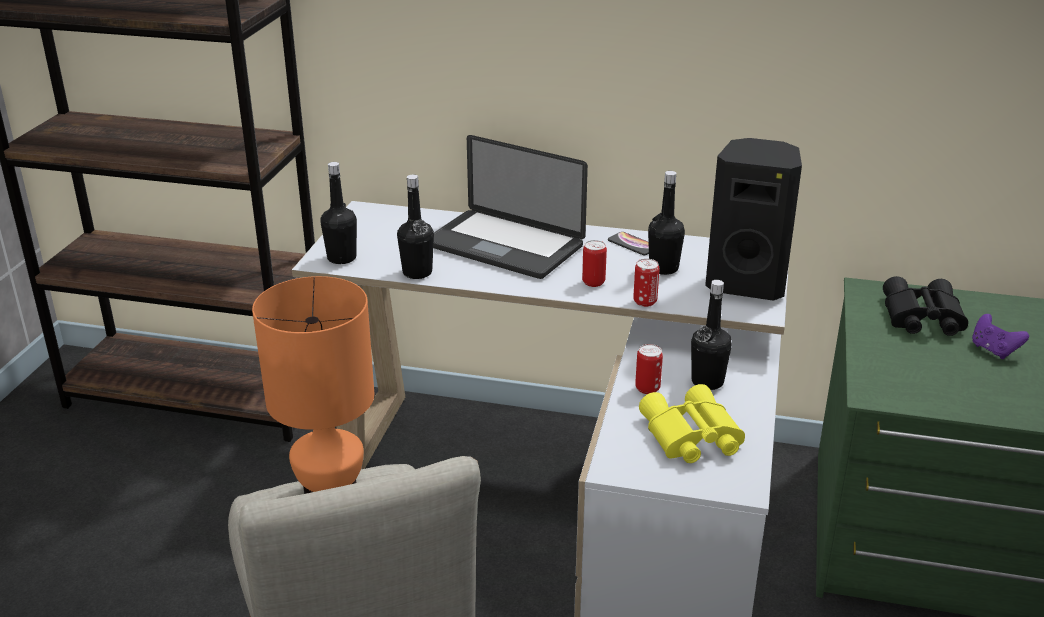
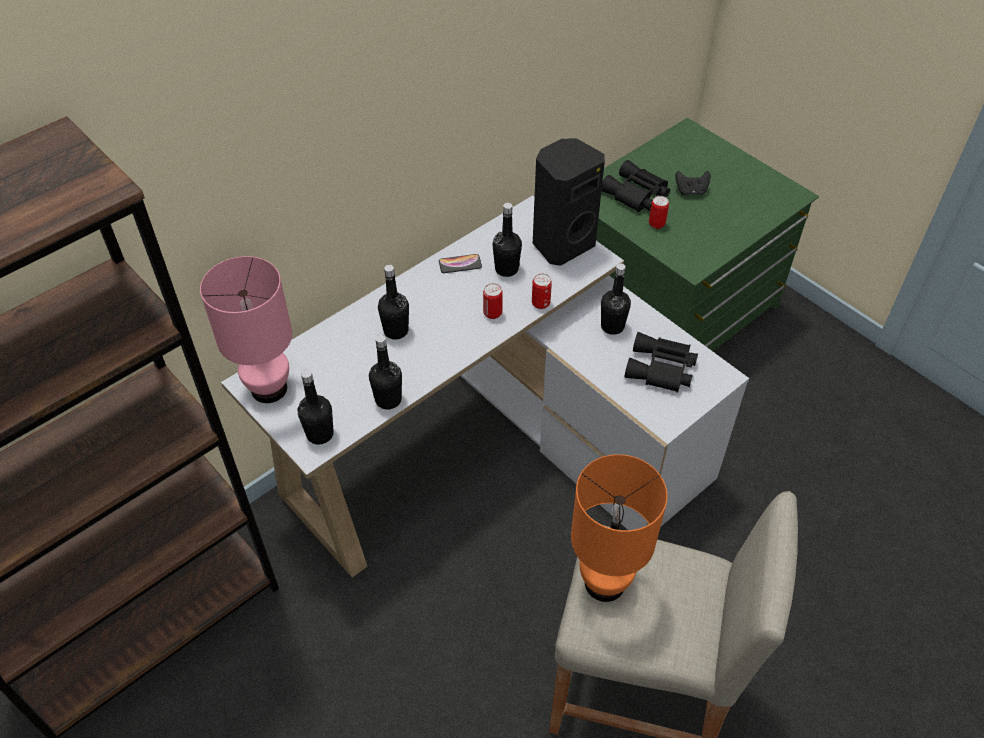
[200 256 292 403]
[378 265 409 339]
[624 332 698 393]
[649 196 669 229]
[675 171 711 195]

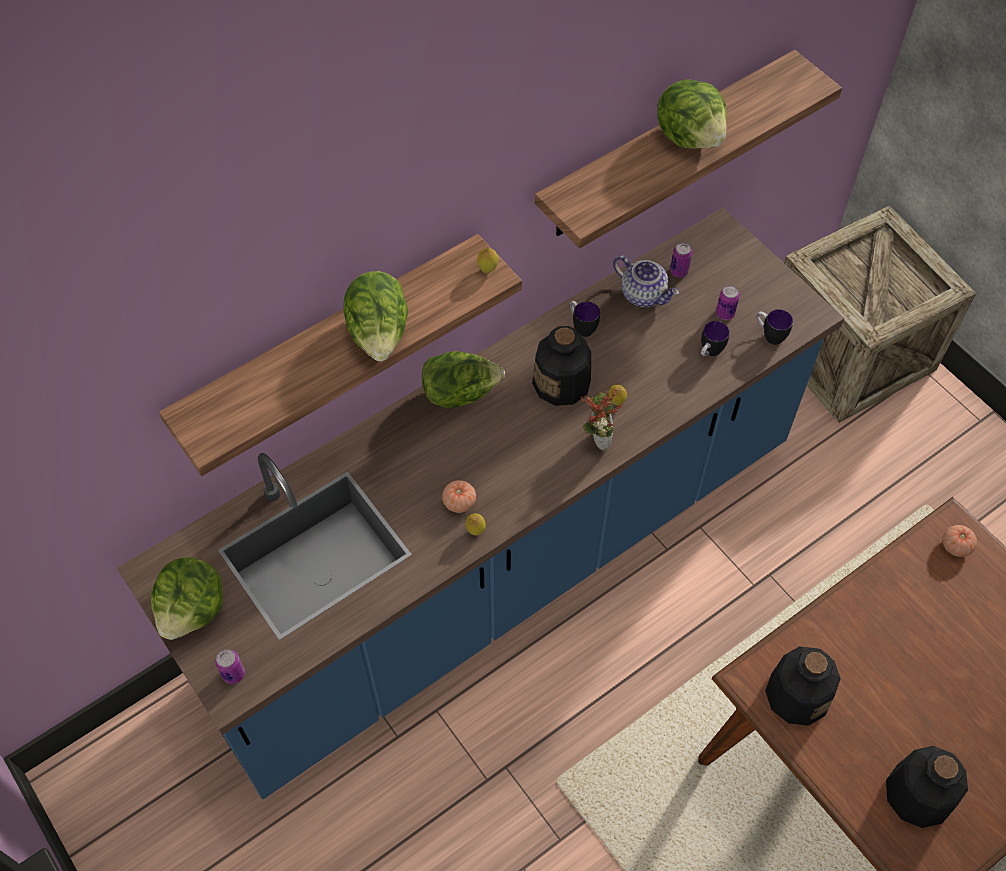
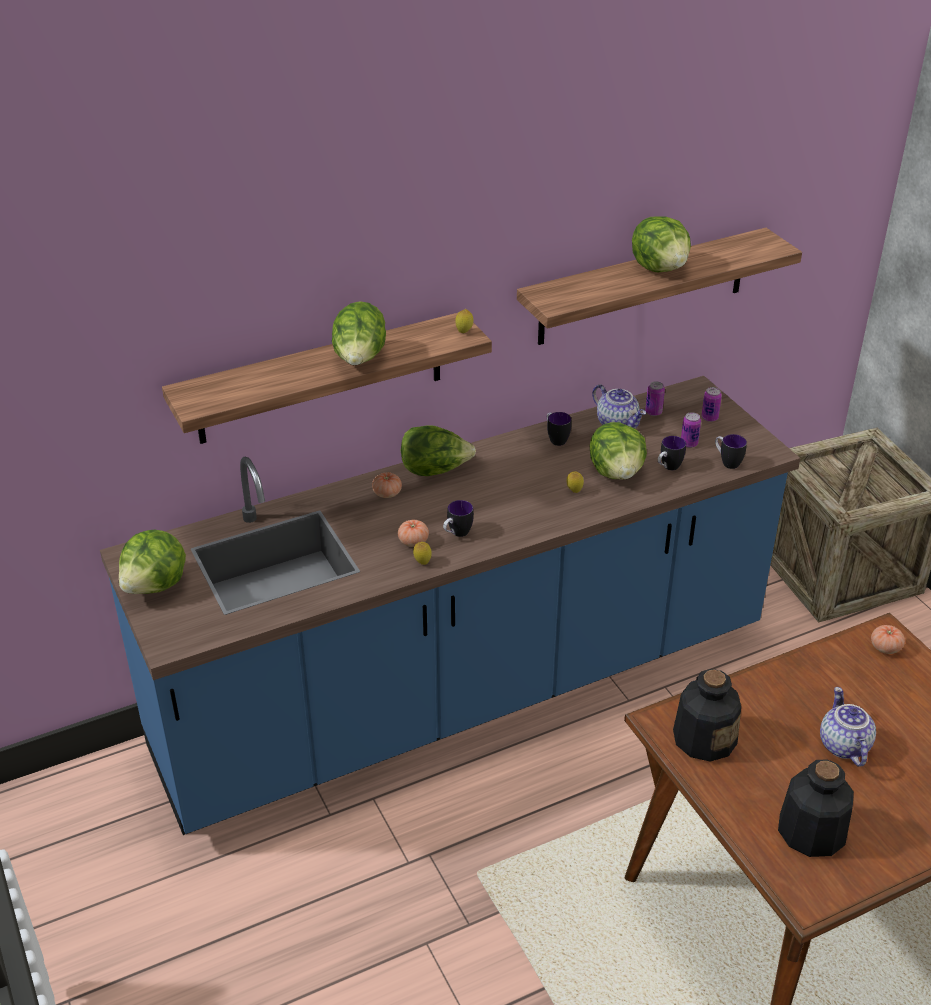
[372 472 402 498]
[443 500 474 537]
[590 422 647 480]
[701 387 722 422]
[820 687 876 767]
[532 326 591 406] (first image)
[581 389 623 451] (first image)

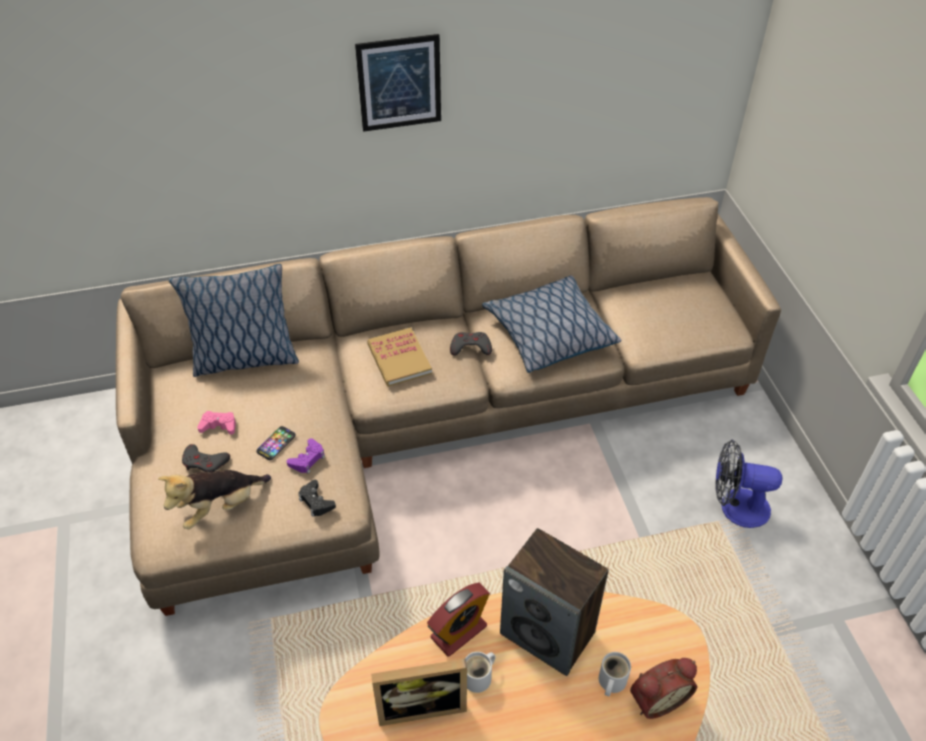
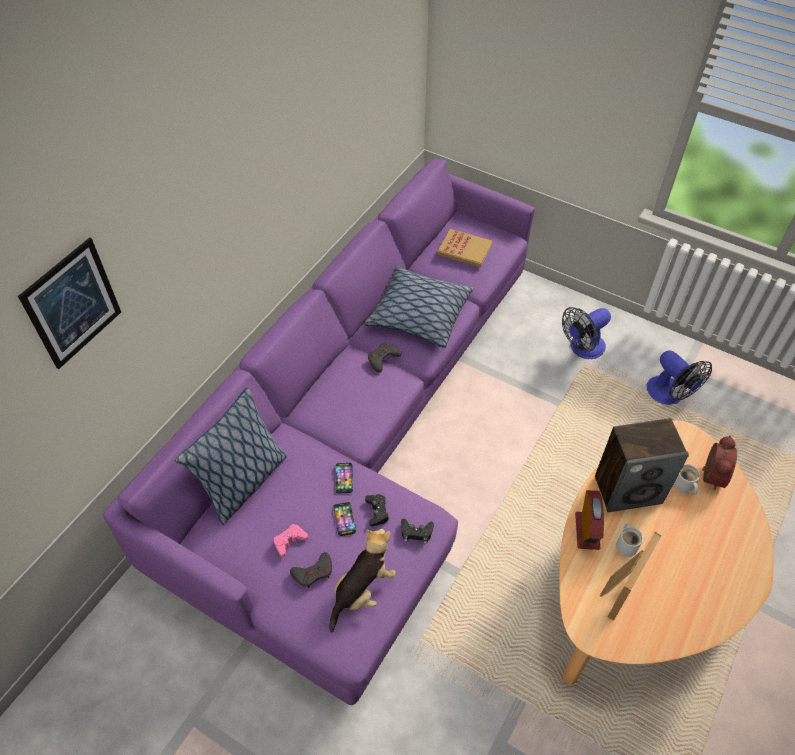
[18 237 121 369]
[103 160 535 705]
[329 529 396 633]
[335 463 353 493]
[365 494 389 527]
[437 229 493 267]
[646 350 712 405]

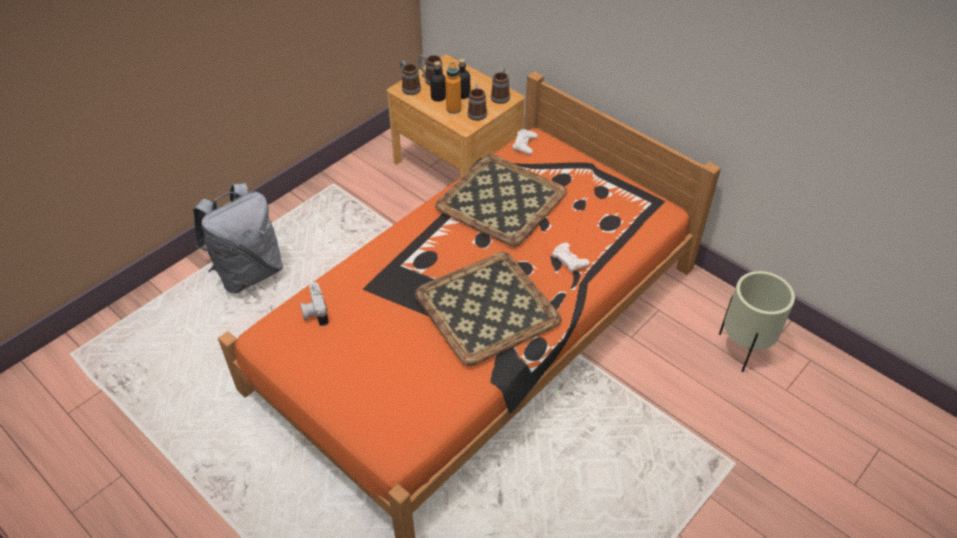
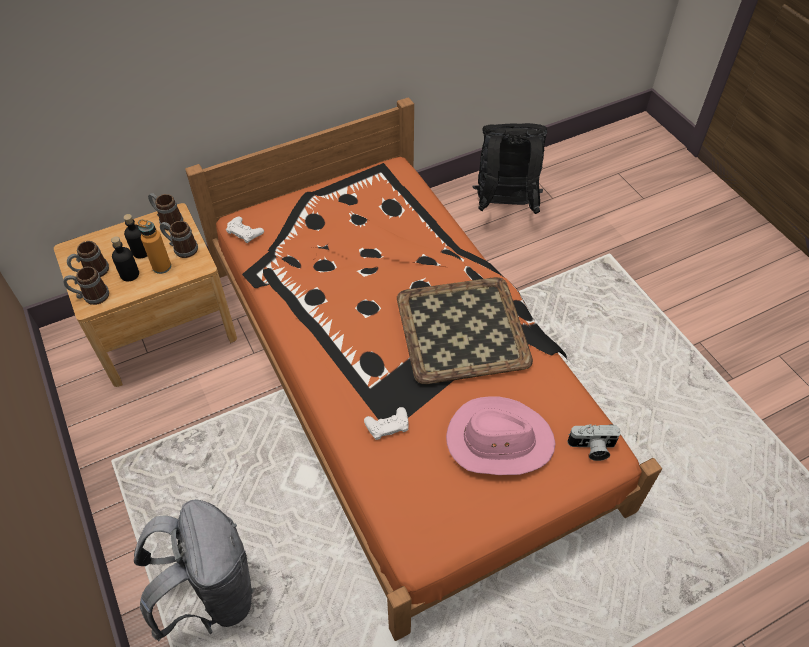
[364 407 409 440]
[446 396 556 475]
[472 123 547 214]
[567 424 621 461]
[435 154 567 247] (first image)

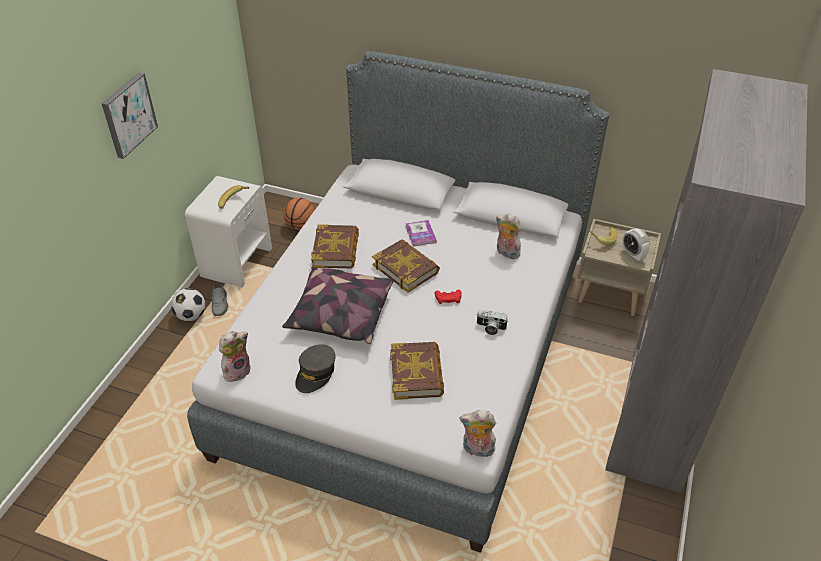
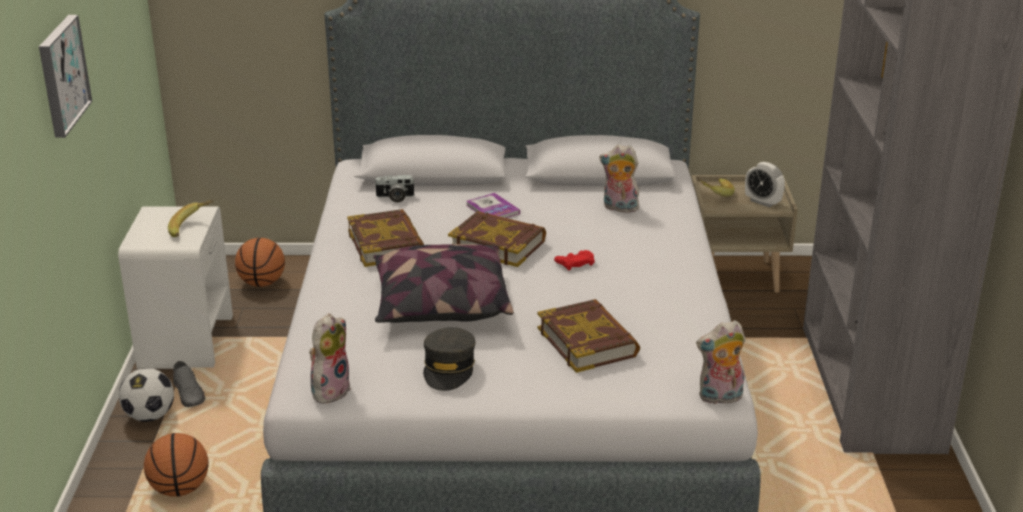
[144 433 209 497]
[374 175 414 203]

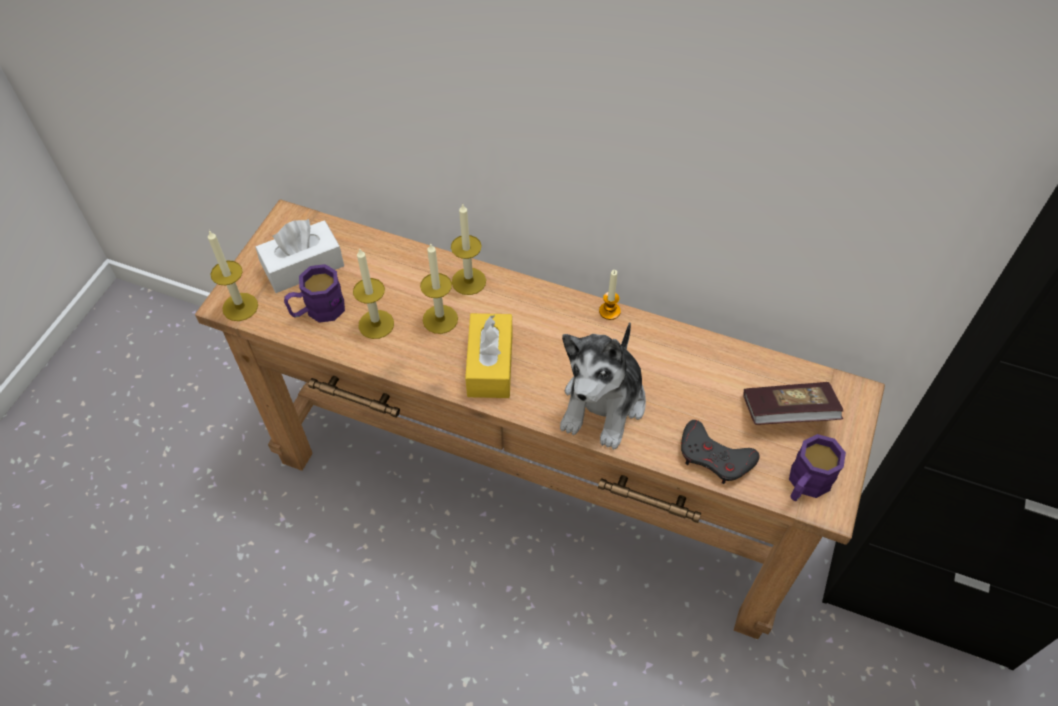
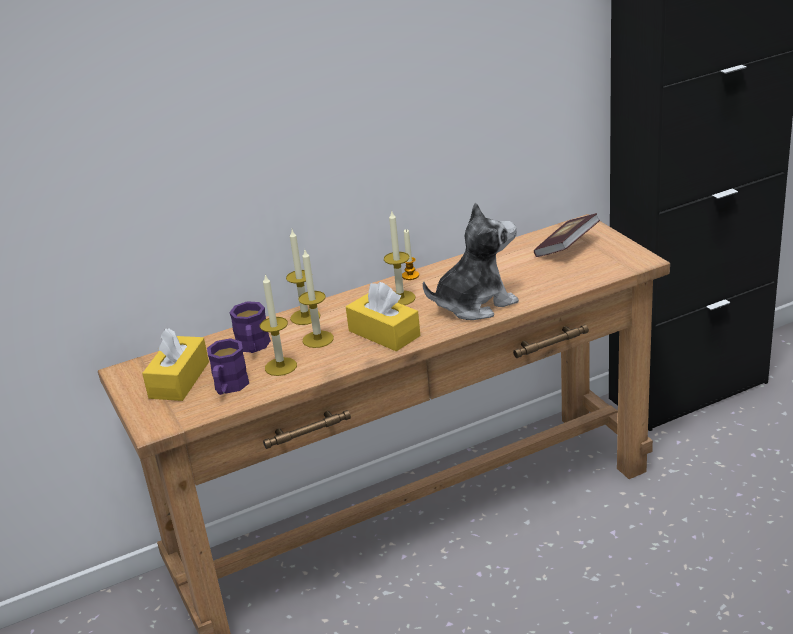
[142 328 209 401]
[229 301 271 353]
[384 210 415 305]
[423 202 519 320]
[681 420 760 484] (first image)

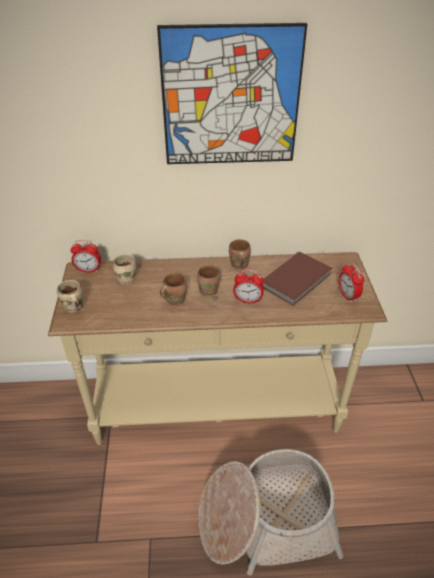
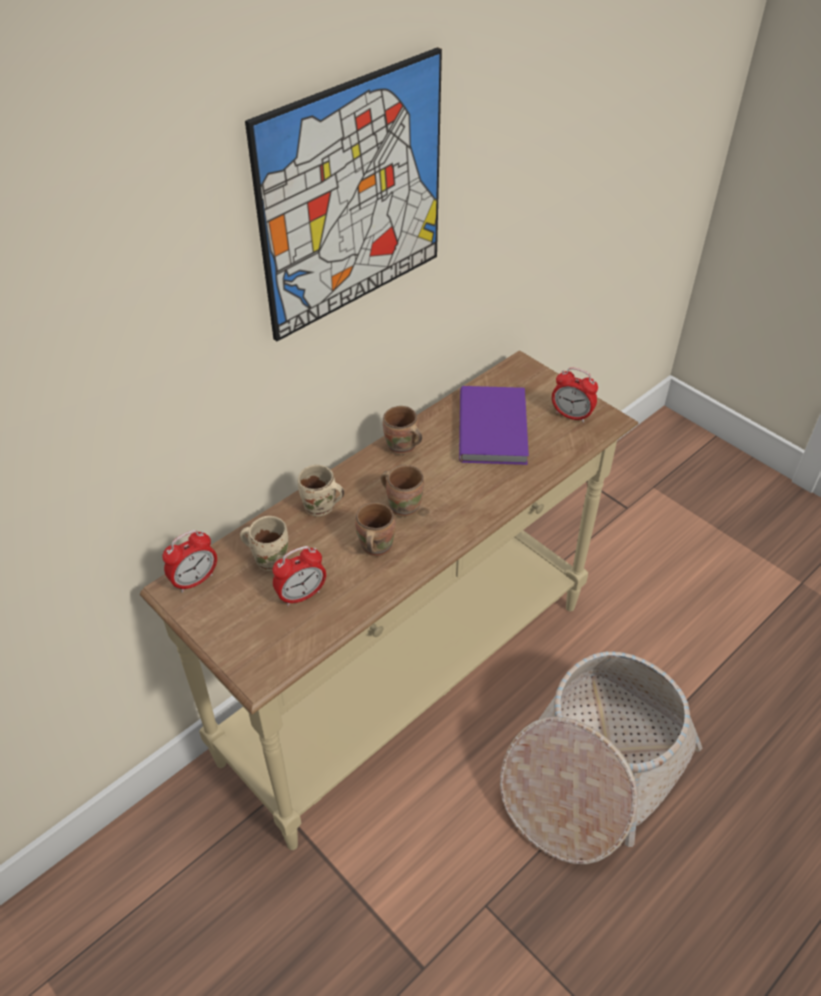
[273 546 326 606]
[298 464 344 517]
[459 386 529 465]

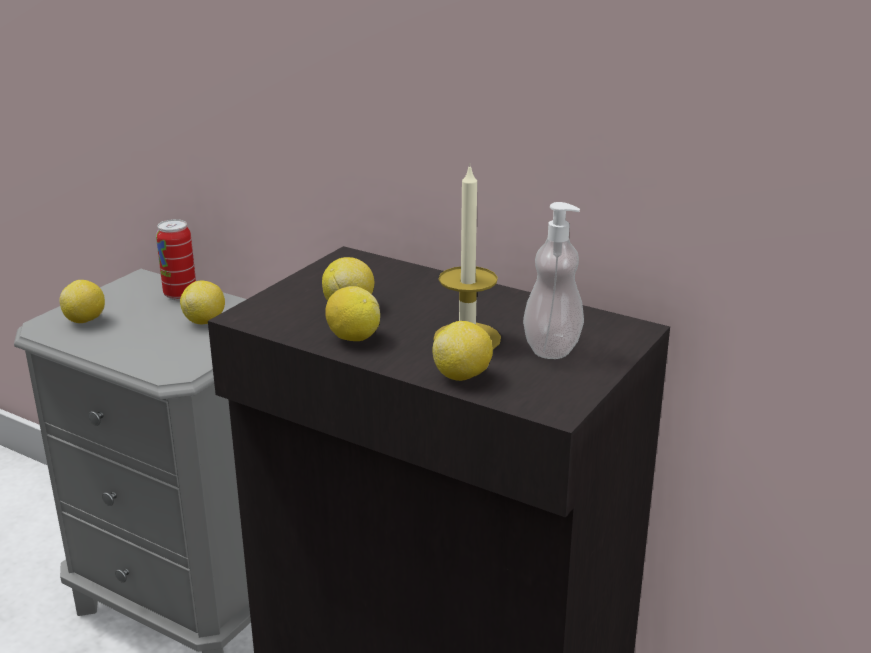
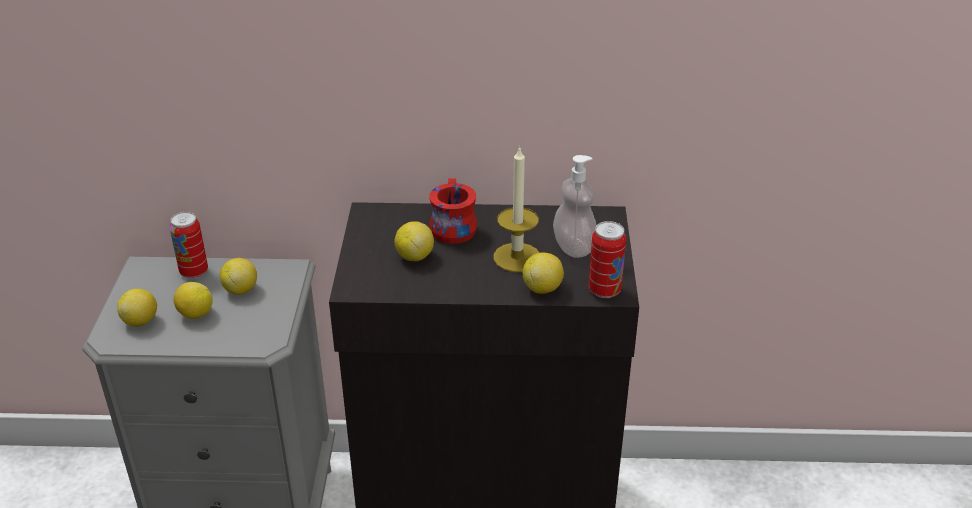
[173 282 213 319]
[429 178 477 244]
[589 221 626 298]

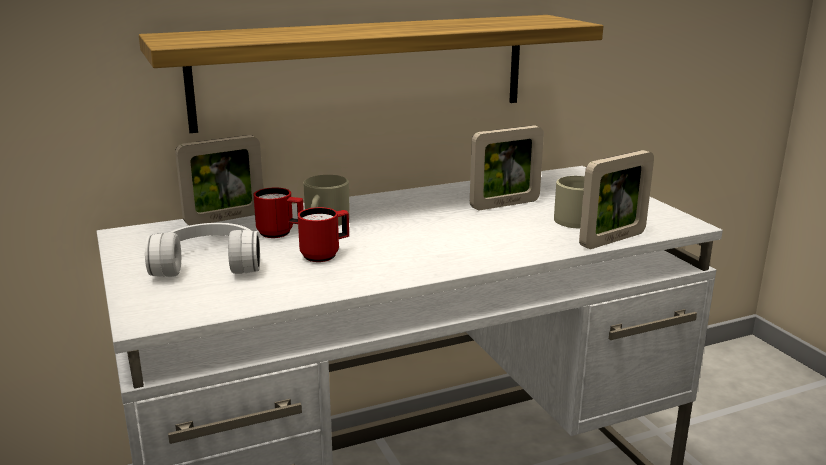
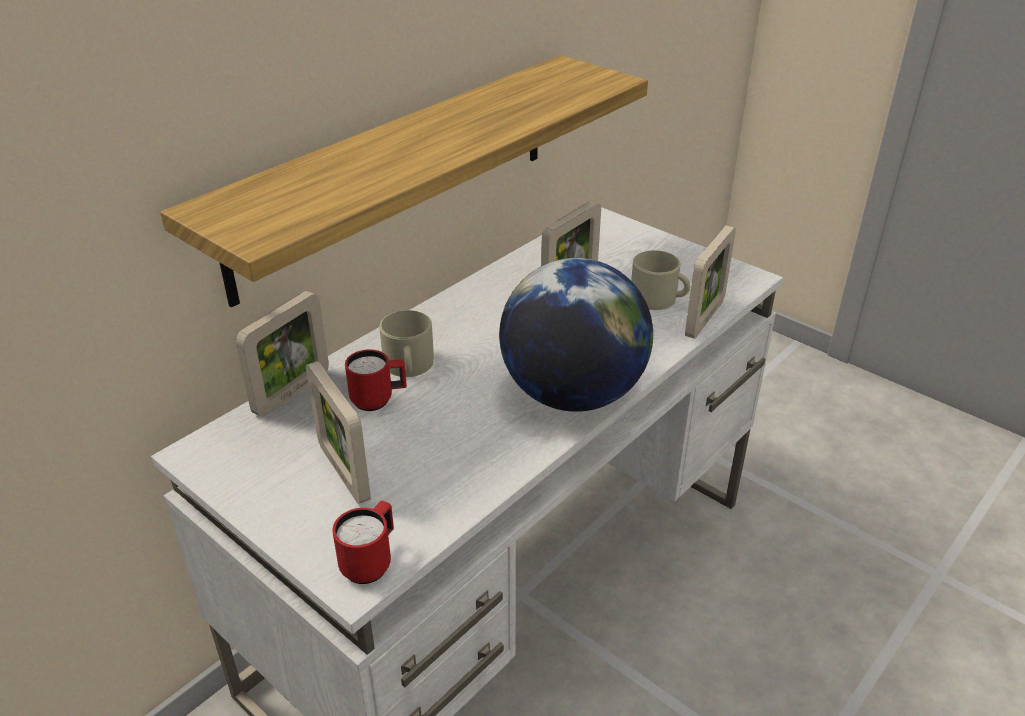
[306 361 371 504]
[333 501 394 584]
[499 258 653 412]

